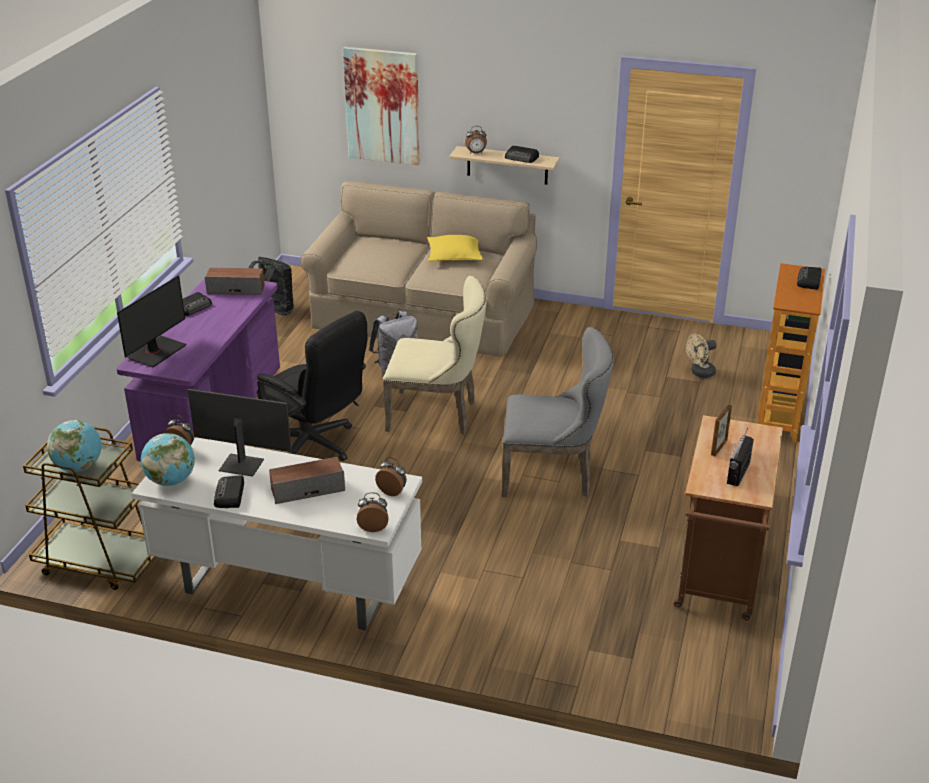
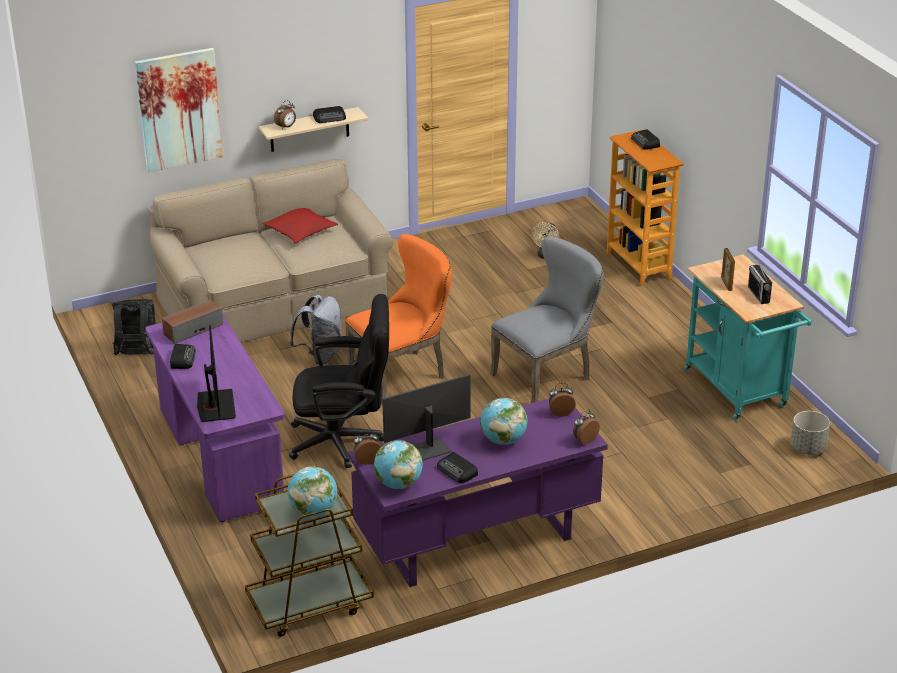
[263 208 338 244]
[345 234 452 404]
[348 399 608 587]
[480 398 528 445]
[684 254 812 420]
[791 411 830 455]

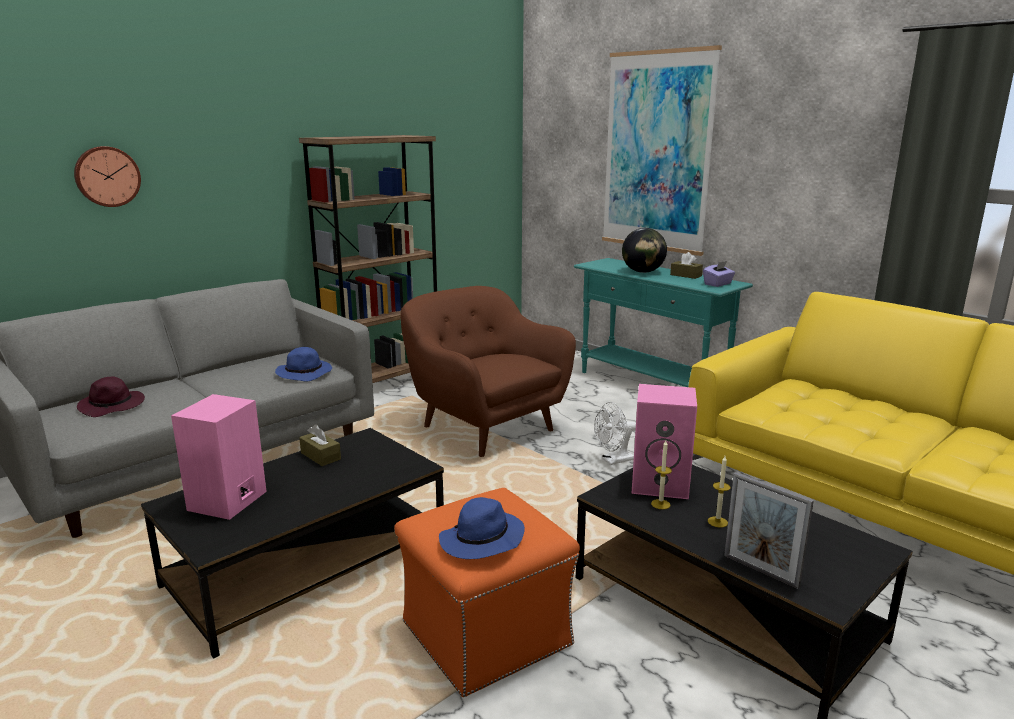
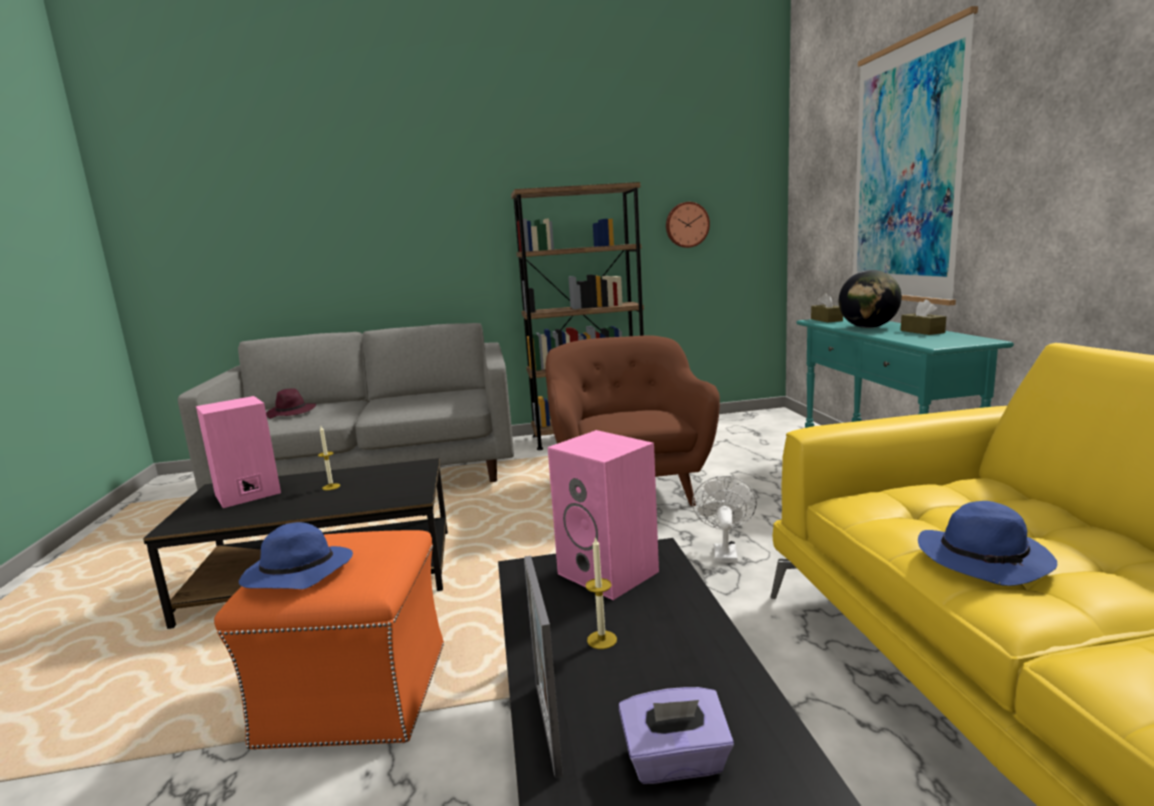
[318 426 340 490]
[618 687 734 784]
[666 202 710 248]
[692 476 757 563]
[811 293 843 323]
[918 501 1057 586]

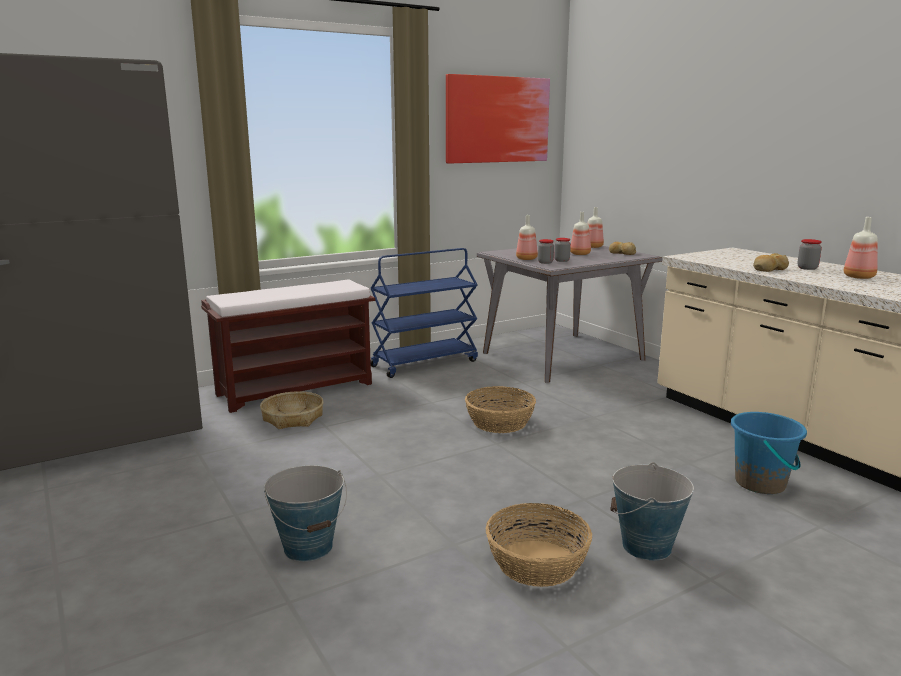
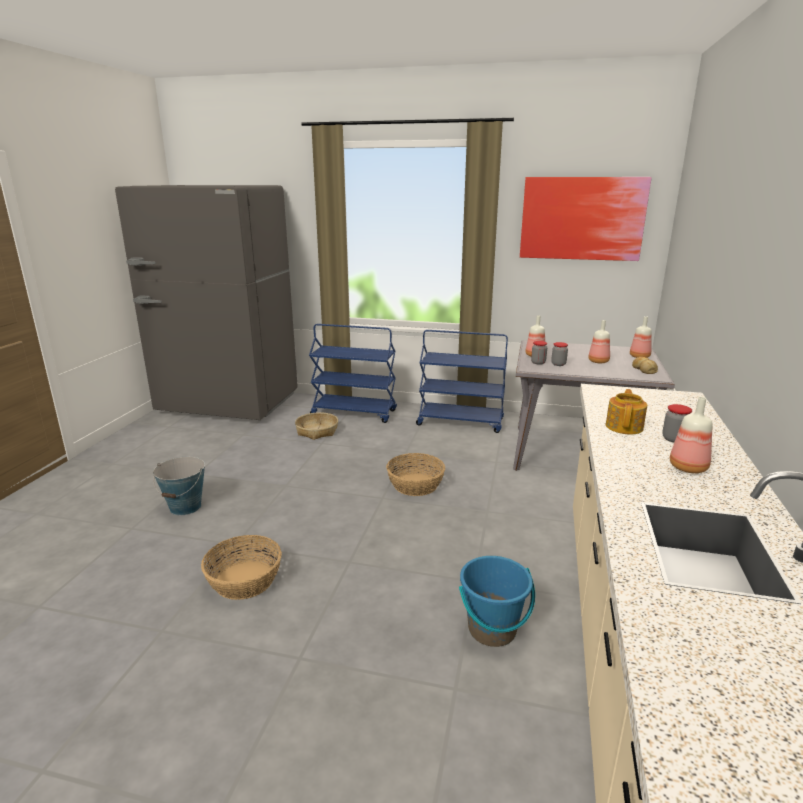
[309 324 397 423]
[606 389 647 434]
[610 462 694 561] (first image)

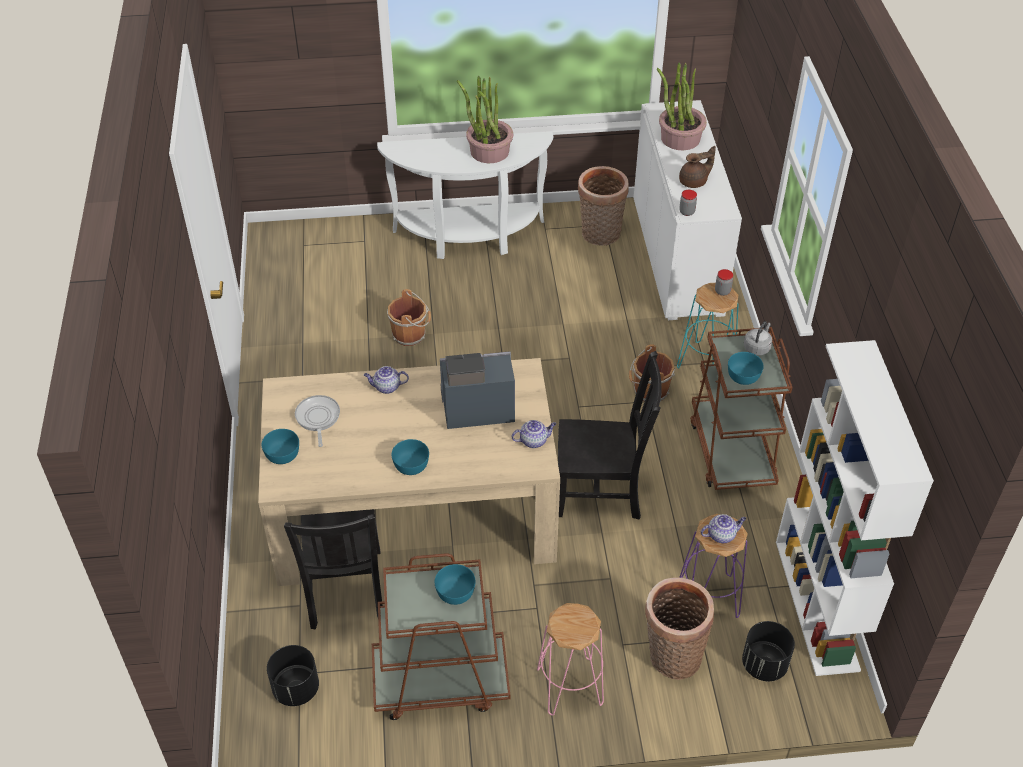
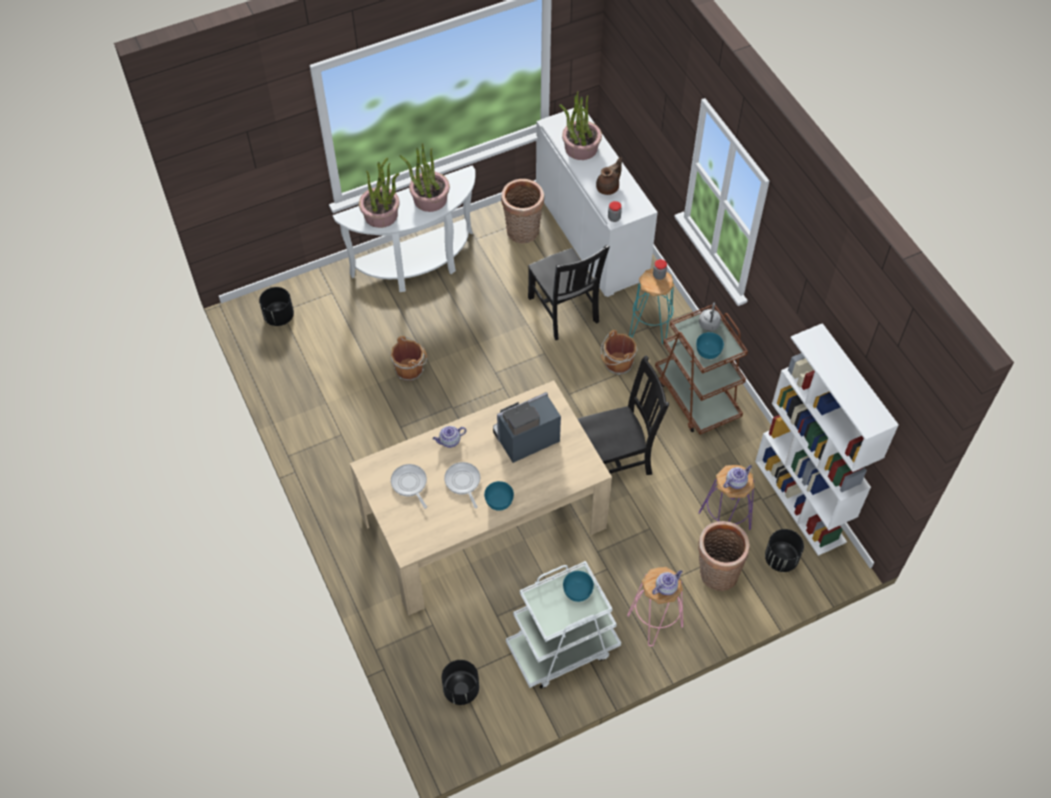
[259 287 294 326]
[359 157 400 228]
[444 462 480 508]
[506 561 621 689]
[528 245 610 340]
[652 570 683 595]
[262 429 299 464] (first image)

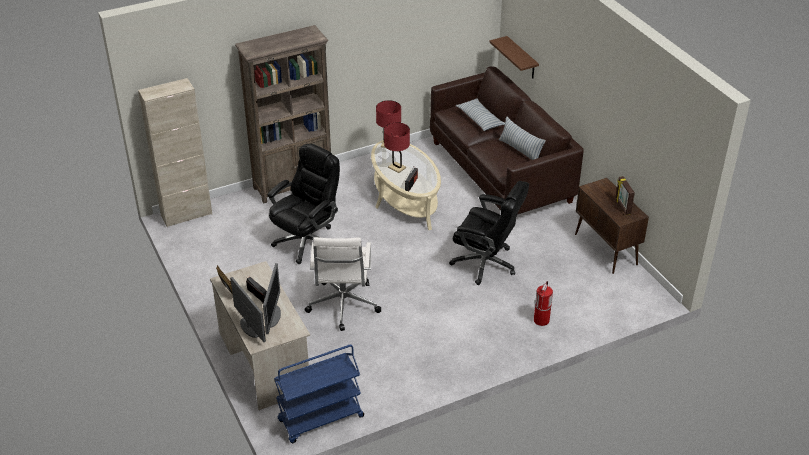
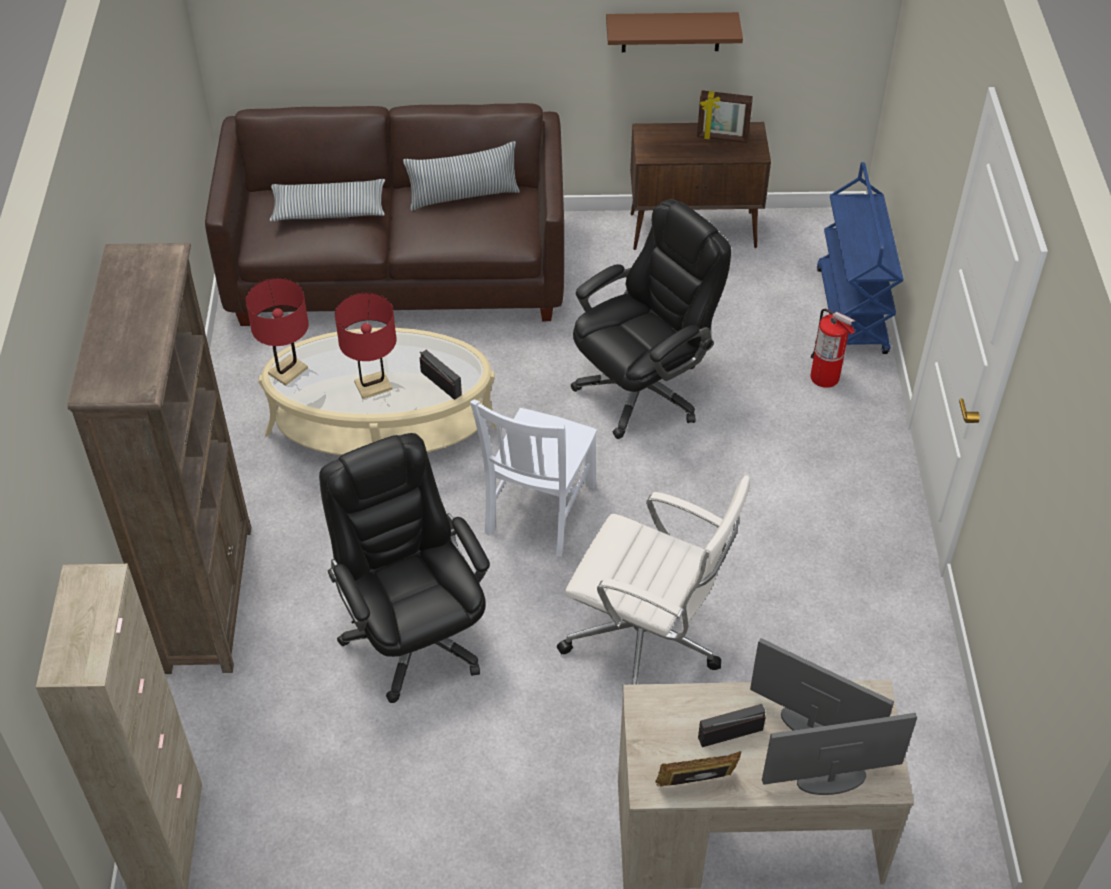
[470 399 597 557]
[606 12 743 52]
[817 162 904 354]

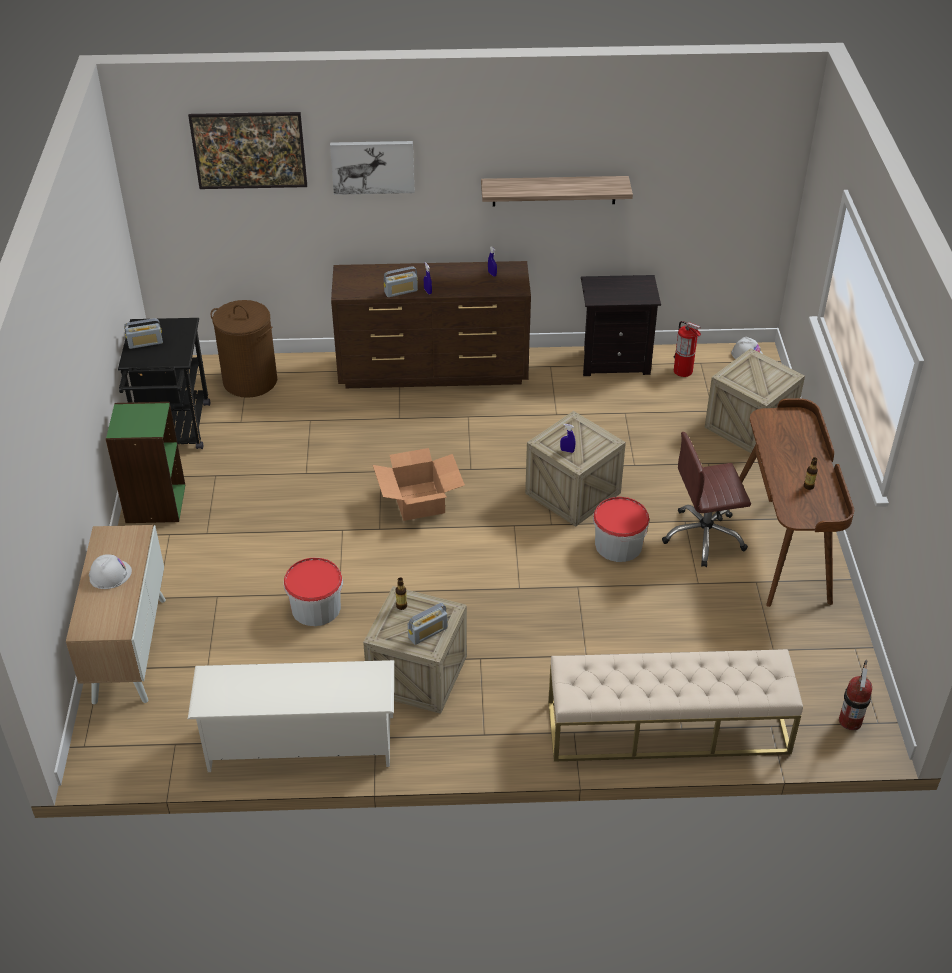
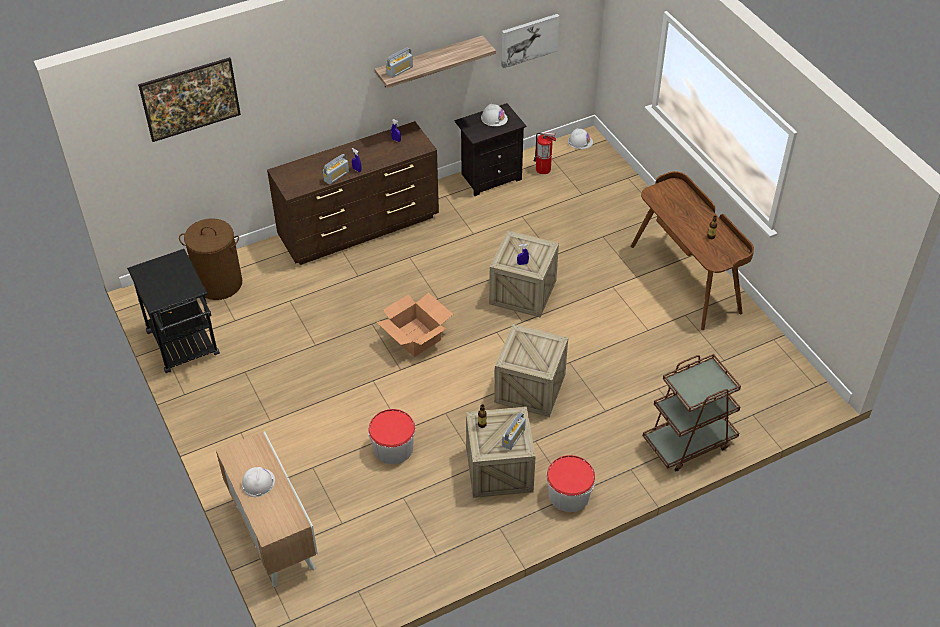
[386 48 413 78]
[481 104 508 126]
[494 324 568 417]
[501 14 559 69]
[546 455 595 512]
[643 354 741 471]
[106 402 185 523] (first image)
[188 660 394 772] (first image)
[662 432 751 567] (first image)
[839 660 872 730] (first image)

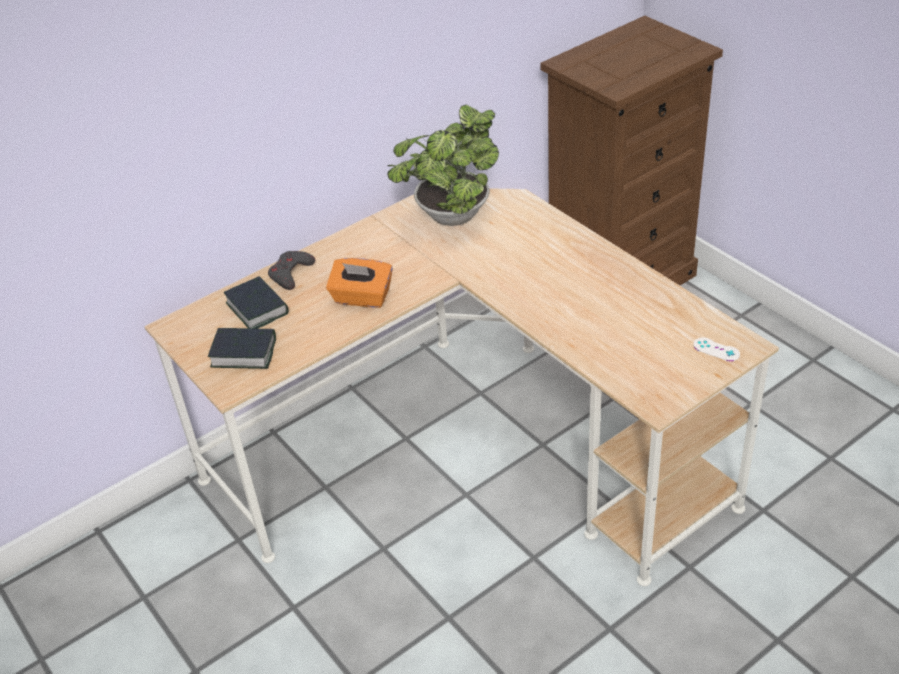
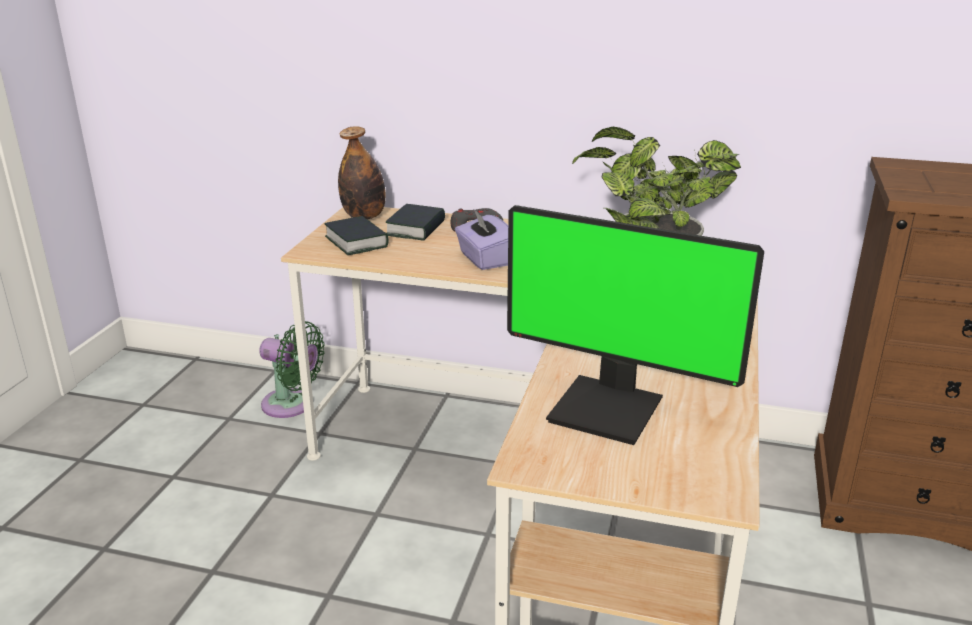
[259 321 325 418]
[338 126 386 220]
[455 208 508 270]
[507 205 764 445]
[693 337 740 361] (first image)

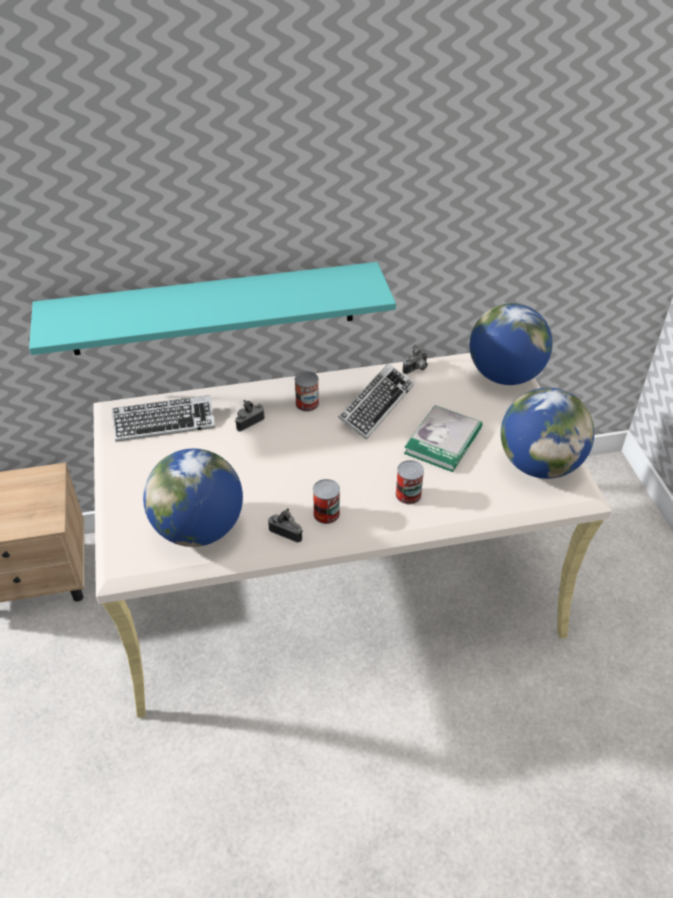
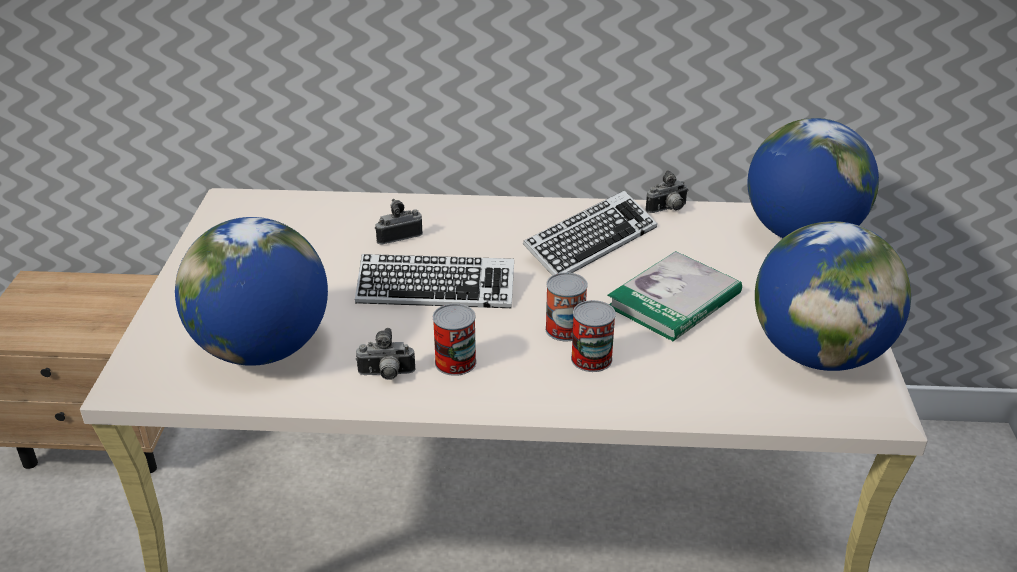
[355 254 514 308]
[355 328 415 380]
[545 272 588 341]
[29 262 396 355] (first image)

